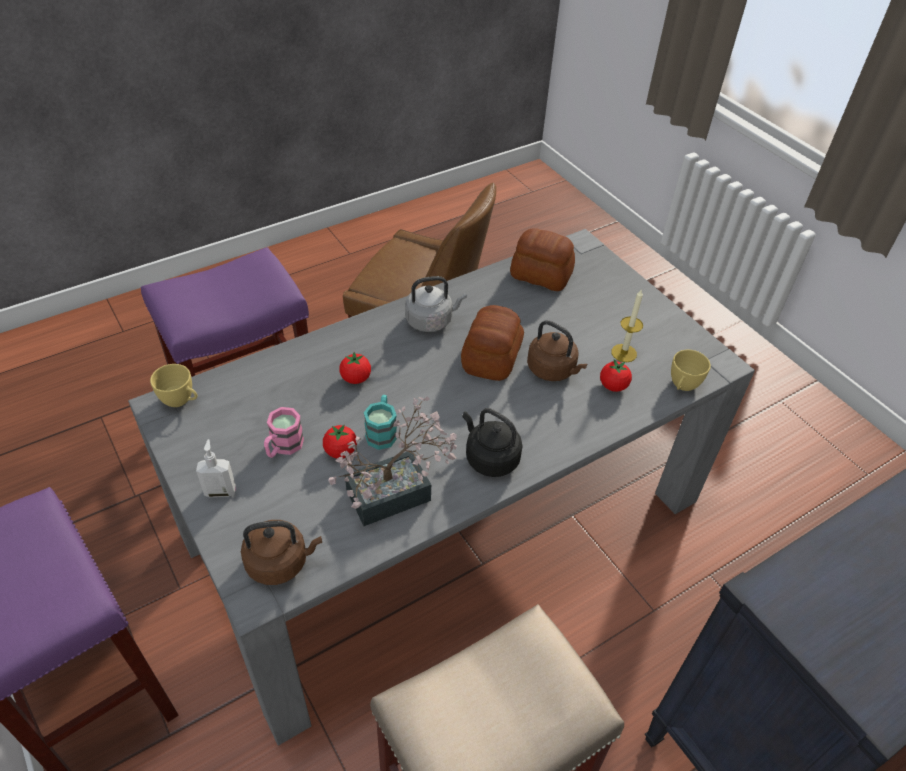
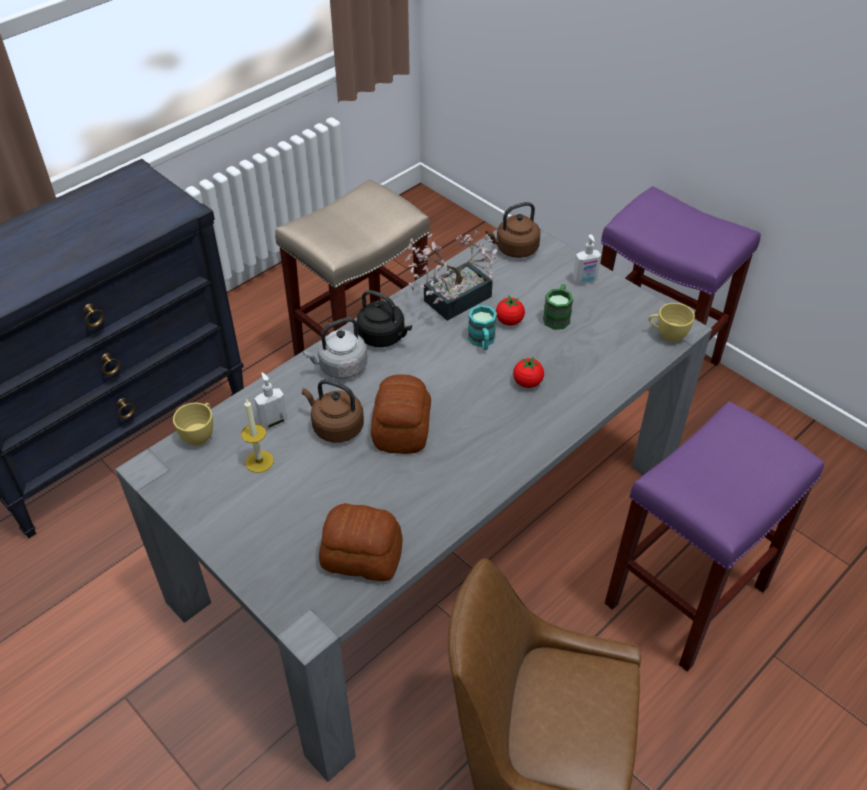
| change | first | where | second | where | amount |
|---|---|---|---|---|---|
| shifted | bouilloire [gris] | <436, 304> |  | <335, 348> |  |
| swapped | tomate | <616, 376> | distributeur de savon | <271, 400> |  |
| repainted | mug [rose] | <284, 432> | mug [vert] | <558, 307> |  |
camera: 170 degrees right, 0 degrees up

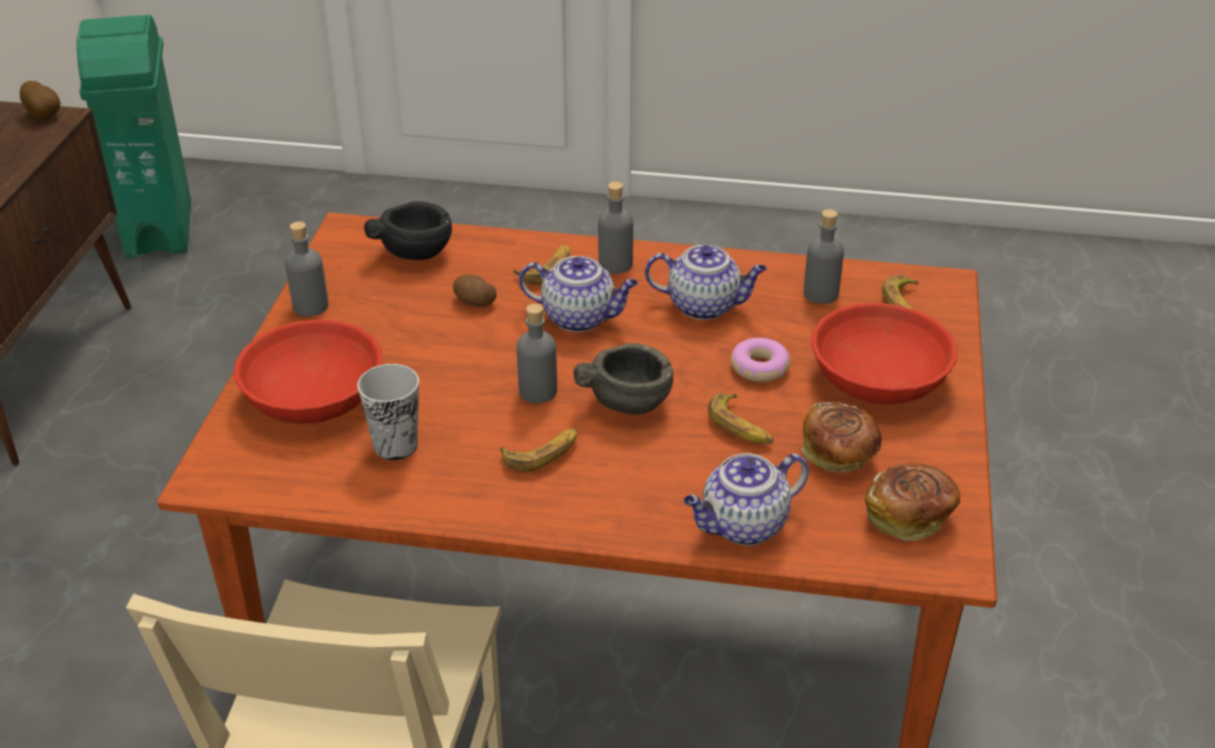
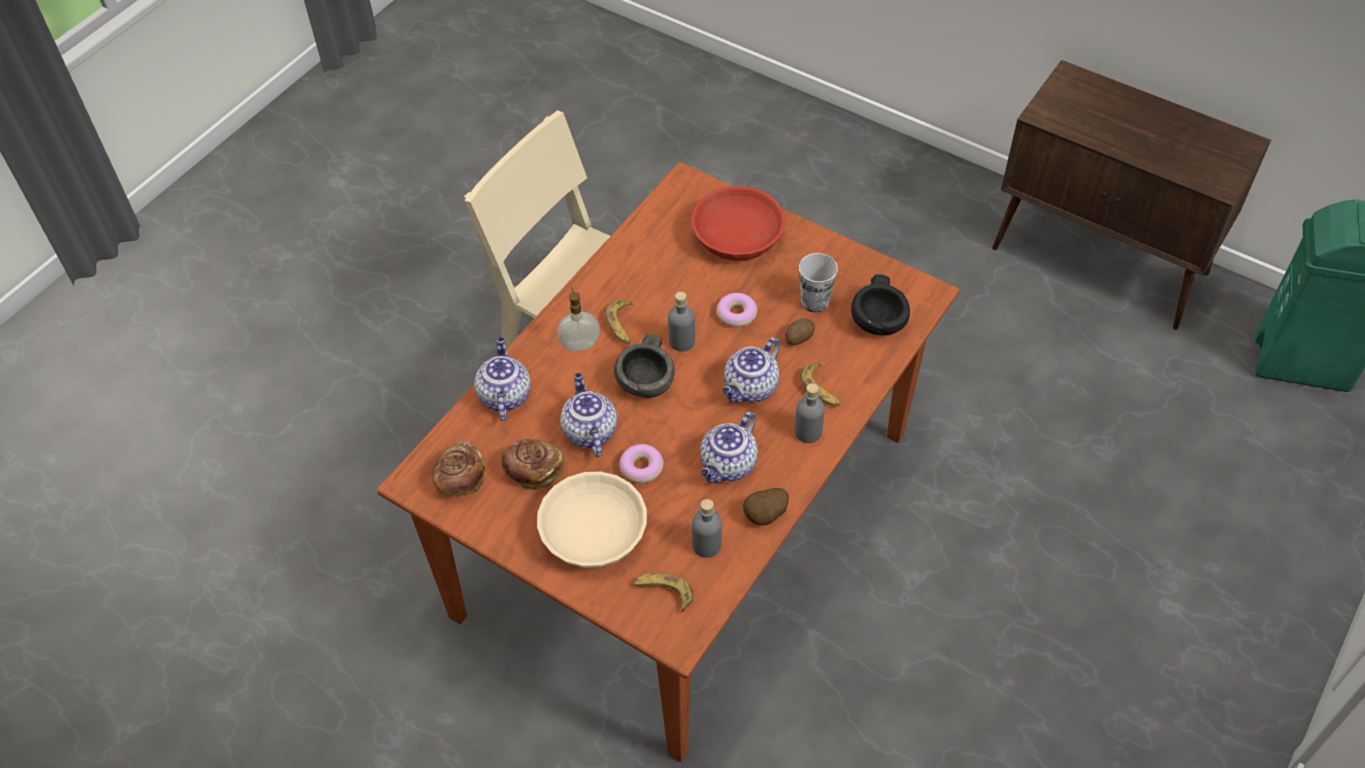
| change | first | where | second | where | amount |
|---|---|---|---|---|---|
| gone | bouteille [gris] | <307, 269> |  |  |  |
| new |  |  | distributeur de savon | <578, 319> |  |
| new |  |  | beignet | <737, 310> |  |
| shifted | pomme de terre | <40, 100> |  | <766, 507> |  |
| shifted | tasse | <388, 412> |  | <818, 282> |  |
| swapped | banane | <740, 418> | théière | <588, 415> |  |
| repainted | bol [rouge] | <884, 354> | bol [beige] | <592, 520> |  |
camera: 115 degrees right, 15 degrees up

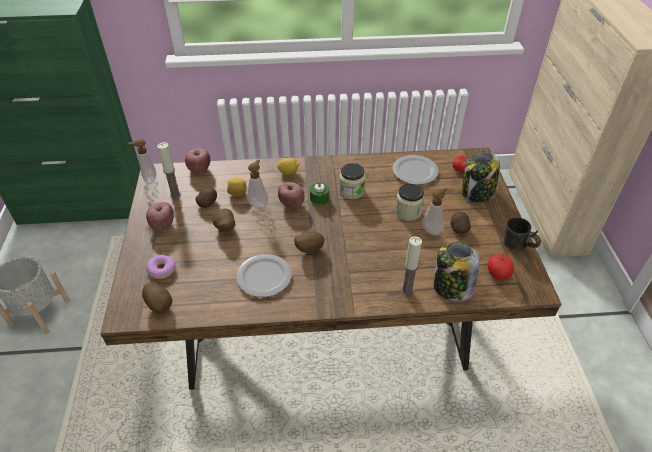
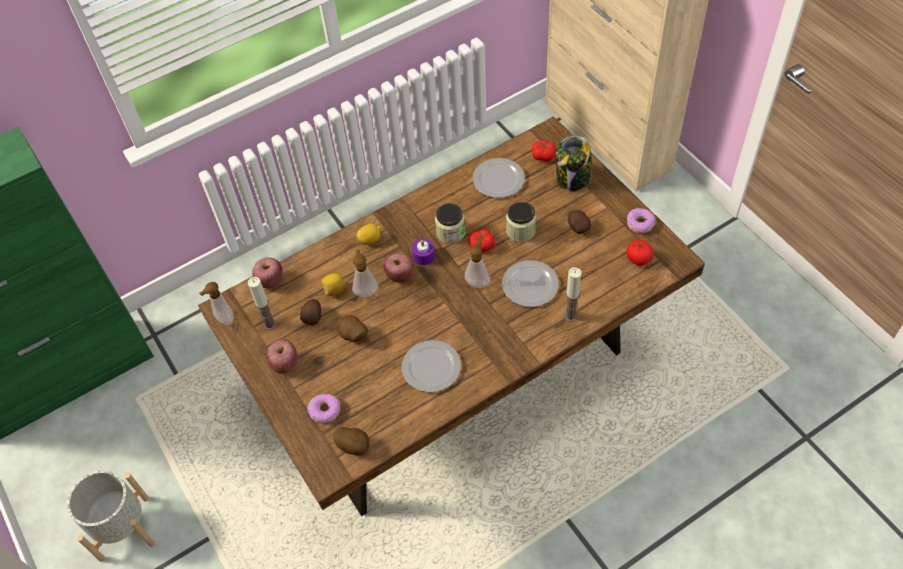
| change | first | where | second | where | amount |
|---|---|---|---|---|---|
| gone | pomme de terre | <309, 242> |  |  |  |
| gone | bocal | <457, 271> |  |  |  |
| new |  |  | tomate | <481, 240> |  |
| new |  |  | assiette | <530, 283> |  |
| shifted | distributeur de savon | <435, 211> |  | <477, 264> |  |
| swapped | mug [gris] | <522, 233> | beignet | <641, 220> |  |
| repainted | bougie [vert] | <319, 193> | bougie [violet] | <423, 252> |  |
camera: 25 degrees left, 10 degrees up

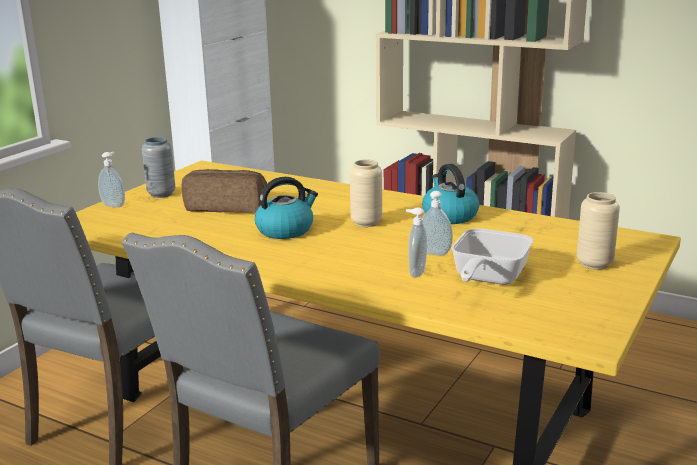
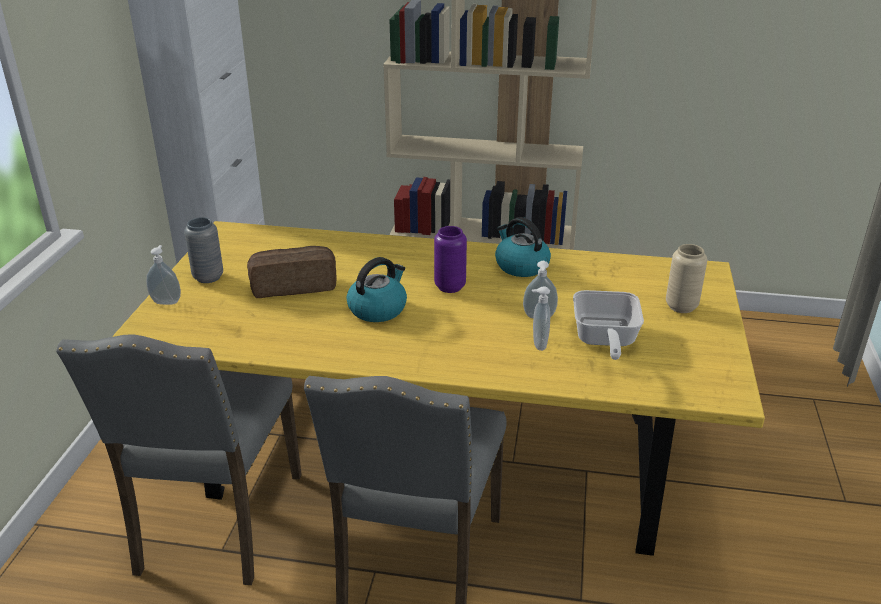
| change | first | where | second | where | amount |
|---|---|---|---|---|---|
| repainted | vase [beige] | <366, 193> | vase [violet] | <450, 259> |  |
camera: 20 degrees left, 10 degrees up

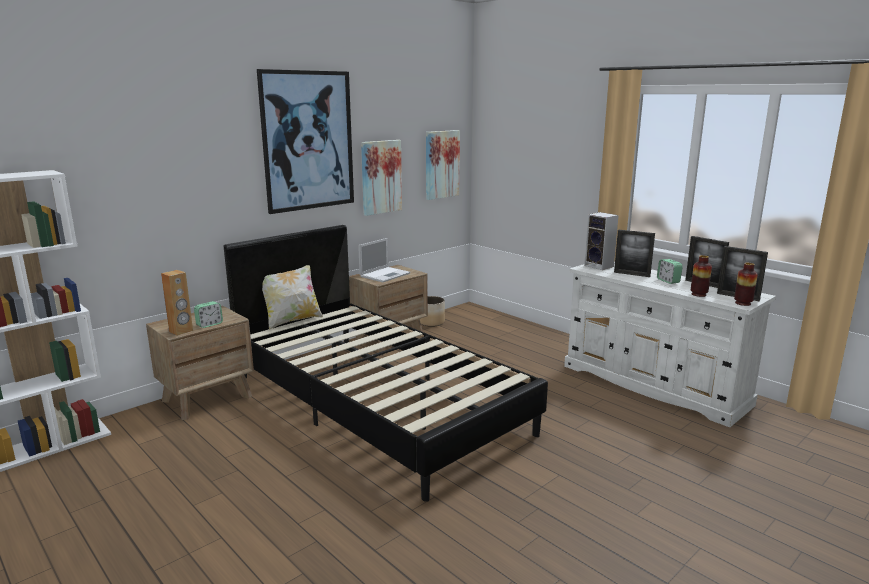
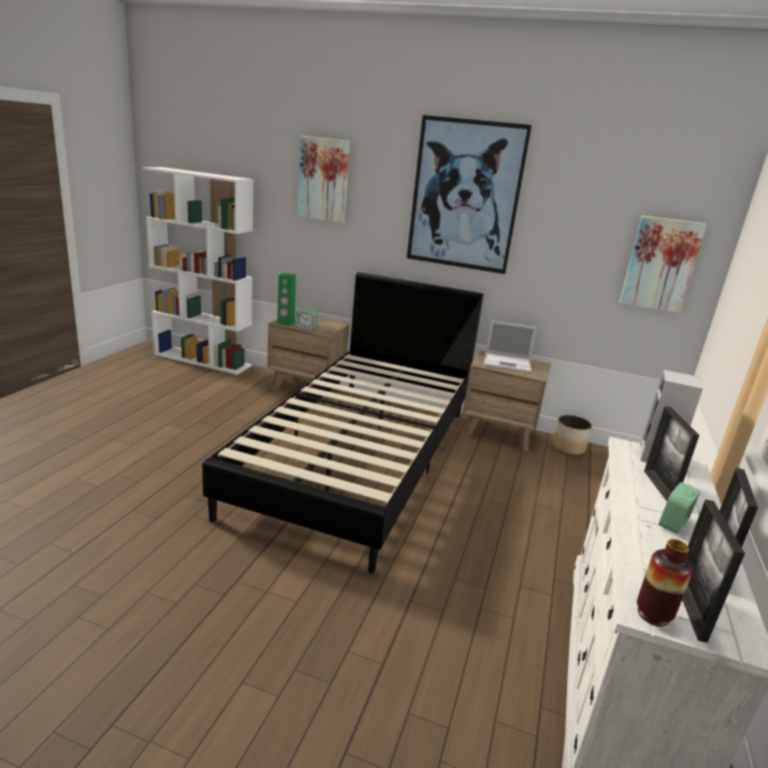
| change | first | where | second | where | amount |
|---|---|---|---|---|---|
| gone | coussin | <292, 297> |  |  |  |
| gone | vase | <701, 276> |  |  |  |
| shifted | tableau | <381, 178> |  | <324, 179> |  |
| repainted | enceinte [marron] | <177, 303> | enceinte [vert] | <286, 299> |  |
camera: 60 degrees right, 5 degrees up

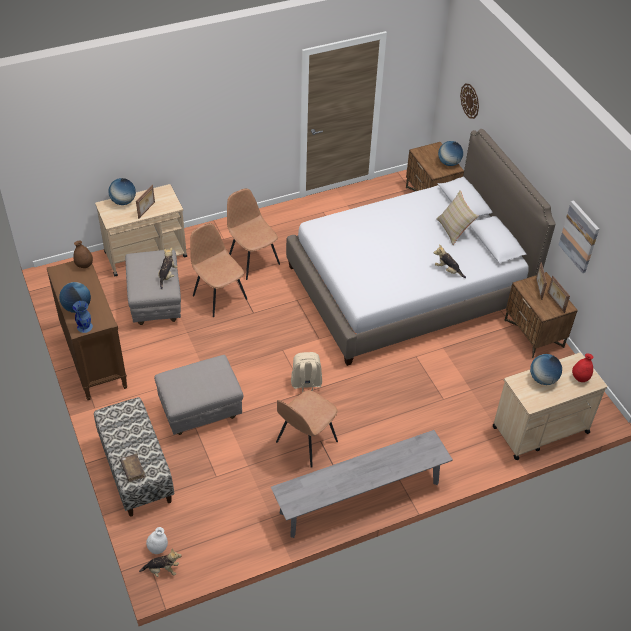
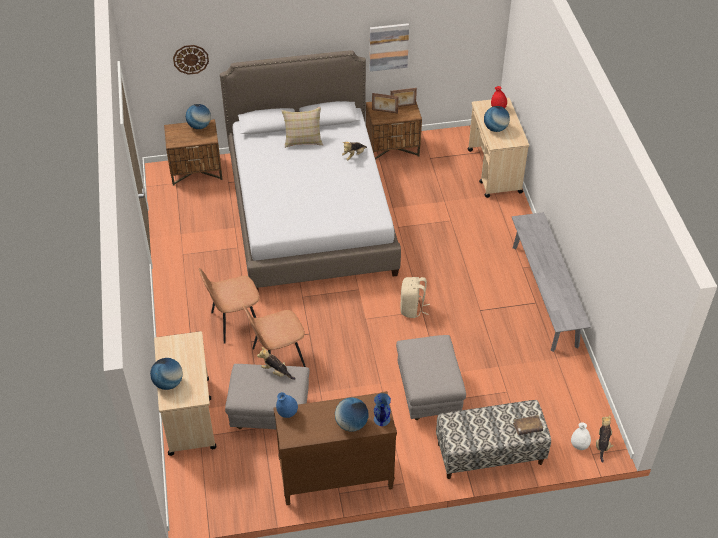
| change | first | where | second | where | amount |
|---|---|---|---|---|---|
| gone | cadre photo | <145, 202> |  |  |  |
| gone | chaise [marron] | <307, 429> |  |  |  |
| repainted | vase [marron] | <83, 254> | vase [bleu] | <287, 405> |  |
camera: 75 degrees left, 0 degrees up

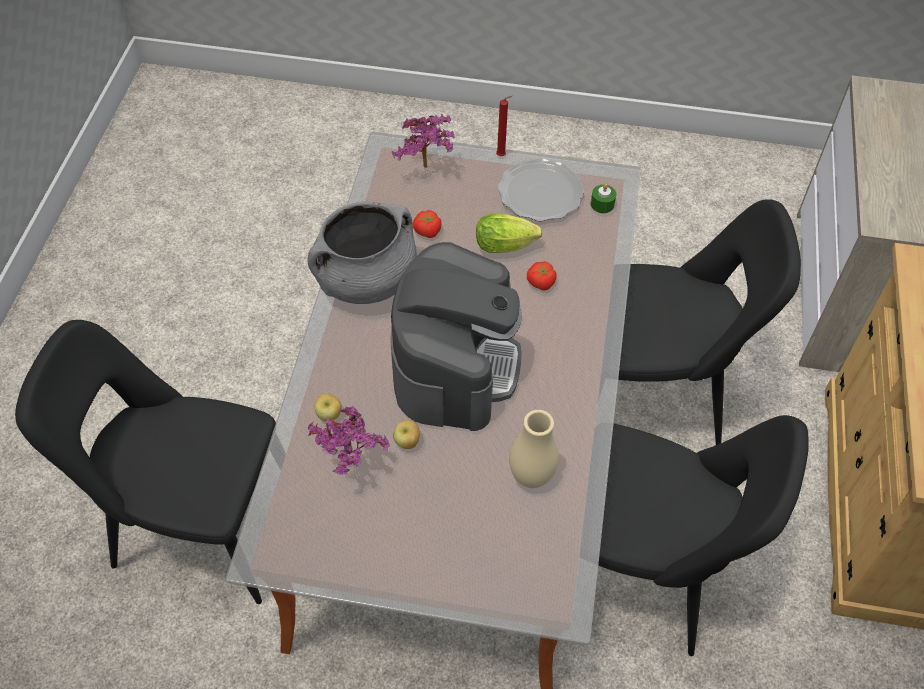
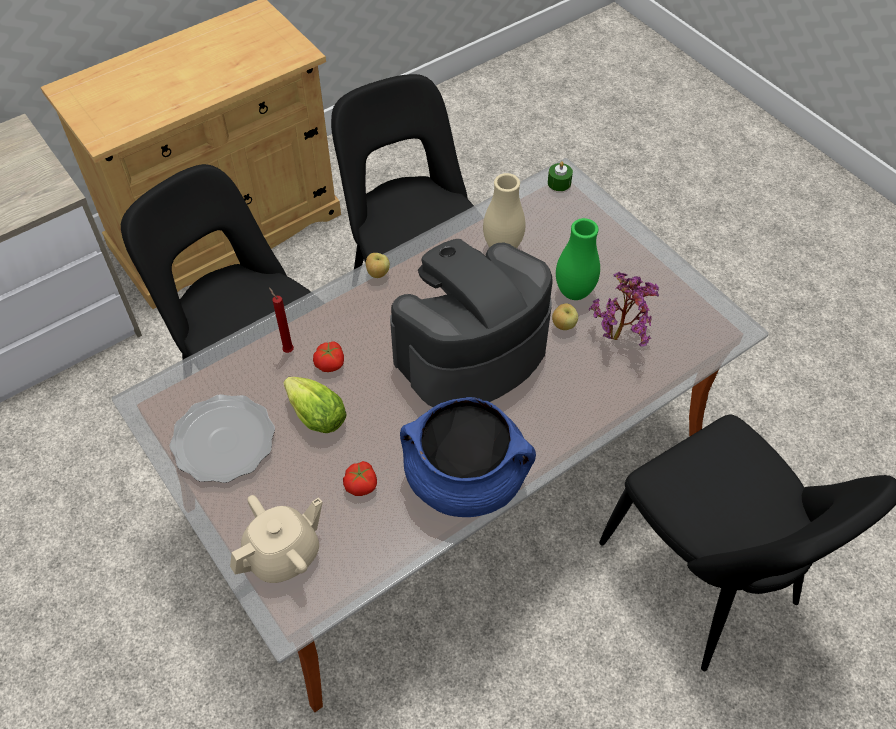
| change | first | where | second | where | amount |
|---|---|---|---|---|---|
| new |  |  | vase [vert] | <578, 259> |  |
| shifted | pomme | <328, 407> |  | <378, 265> |  |
| shifted | bougie [rouge] | <504, 126> |  | <281, 320> |  |
| shifted | bougie [vert] | <603, 198> |  | <560, 176> |  |
| swapped | plante en pot | <423, 141> | théière [beige] | <276, 539> |  |
| repainted | marmite [gris] | <362, 252> | marmite [bleu] | <468, 457> |  |
camera: 135 degrees left, 0 degrees up

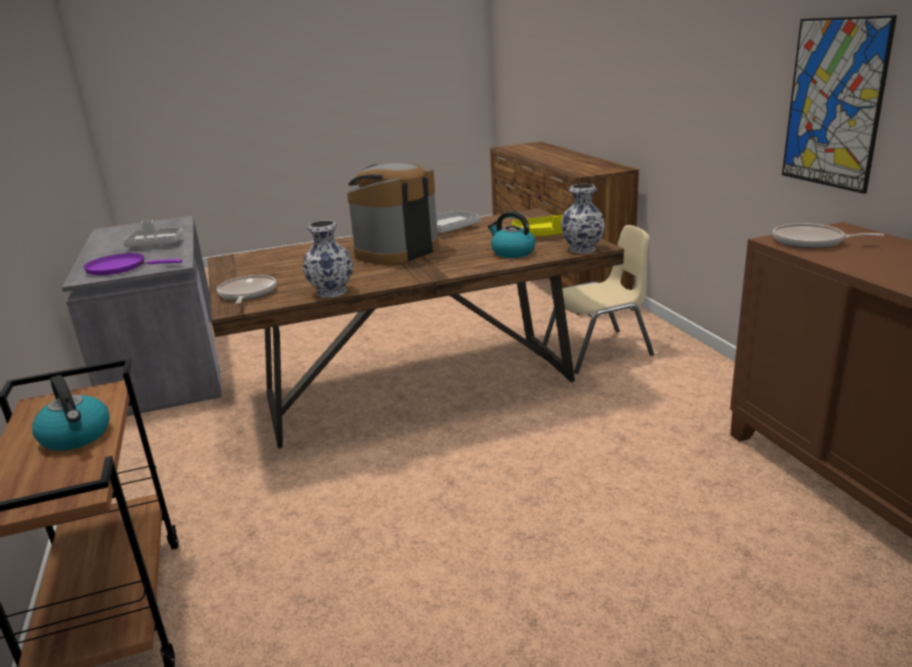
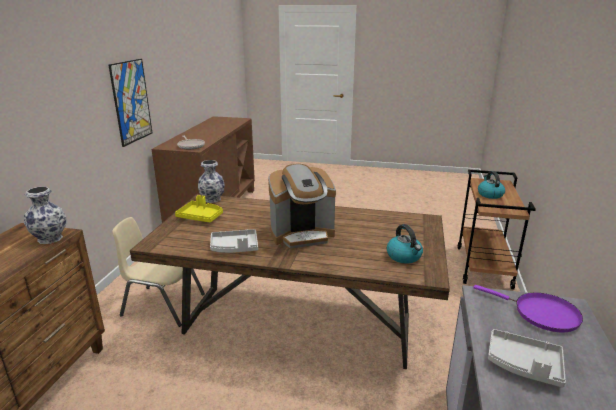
| change | first | where | second | where | amount |
|---|---|---|---|---|---|
| gone | poêle | <246, 289> |  |  |  |
| shifted | vase | <328, 259> |  | <45, 215> |  |
| shifted | bouilloire | <511, 234> |  | <405, 243> |  |
camera: 150 degrees left, 0 degrees up

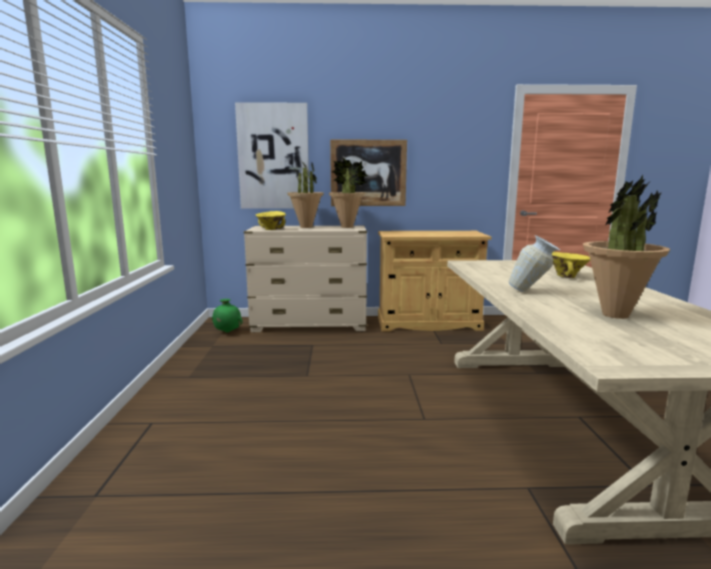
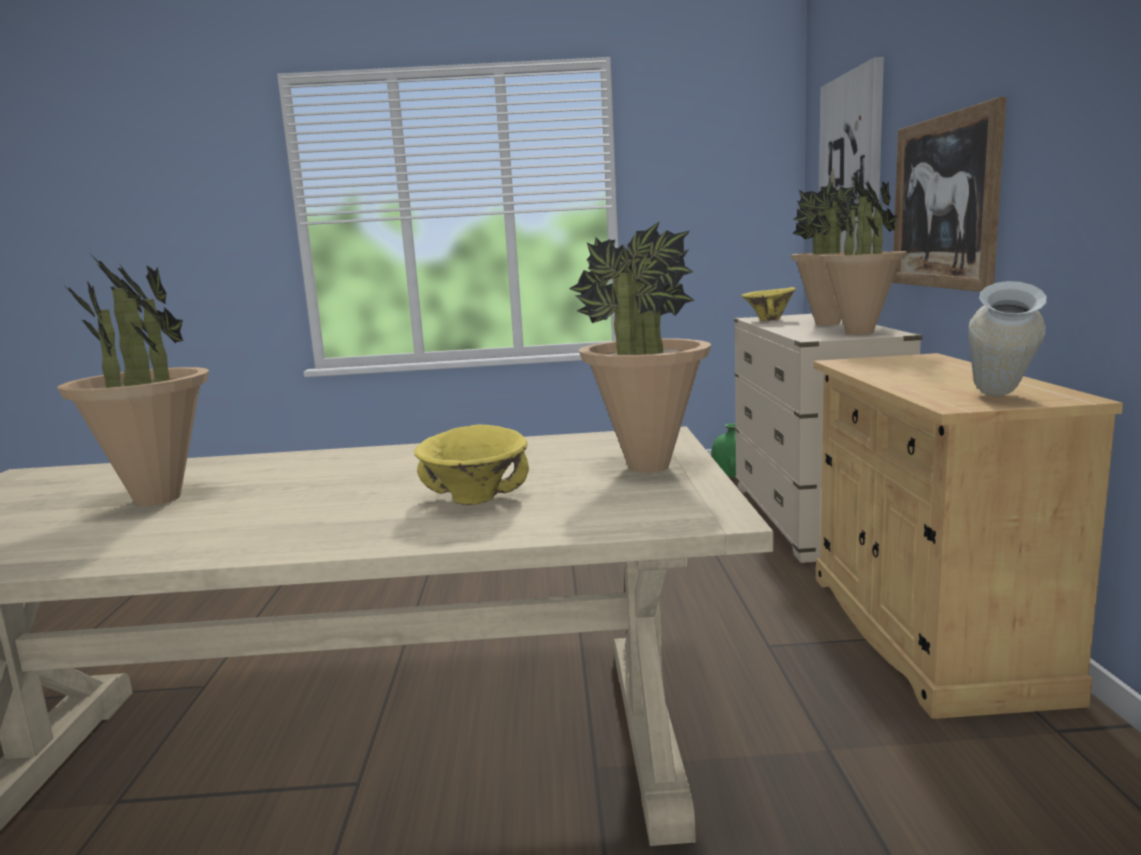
| change | first | where | second | where | amount |
|---|---|---|---|---|---|
| new |  |  | plante en pot | <640, 347> |  |
| shifted | vase | <534, 263> |  | <1007, 338> |  |
camera: 90 degrees right, 0 degrees up

